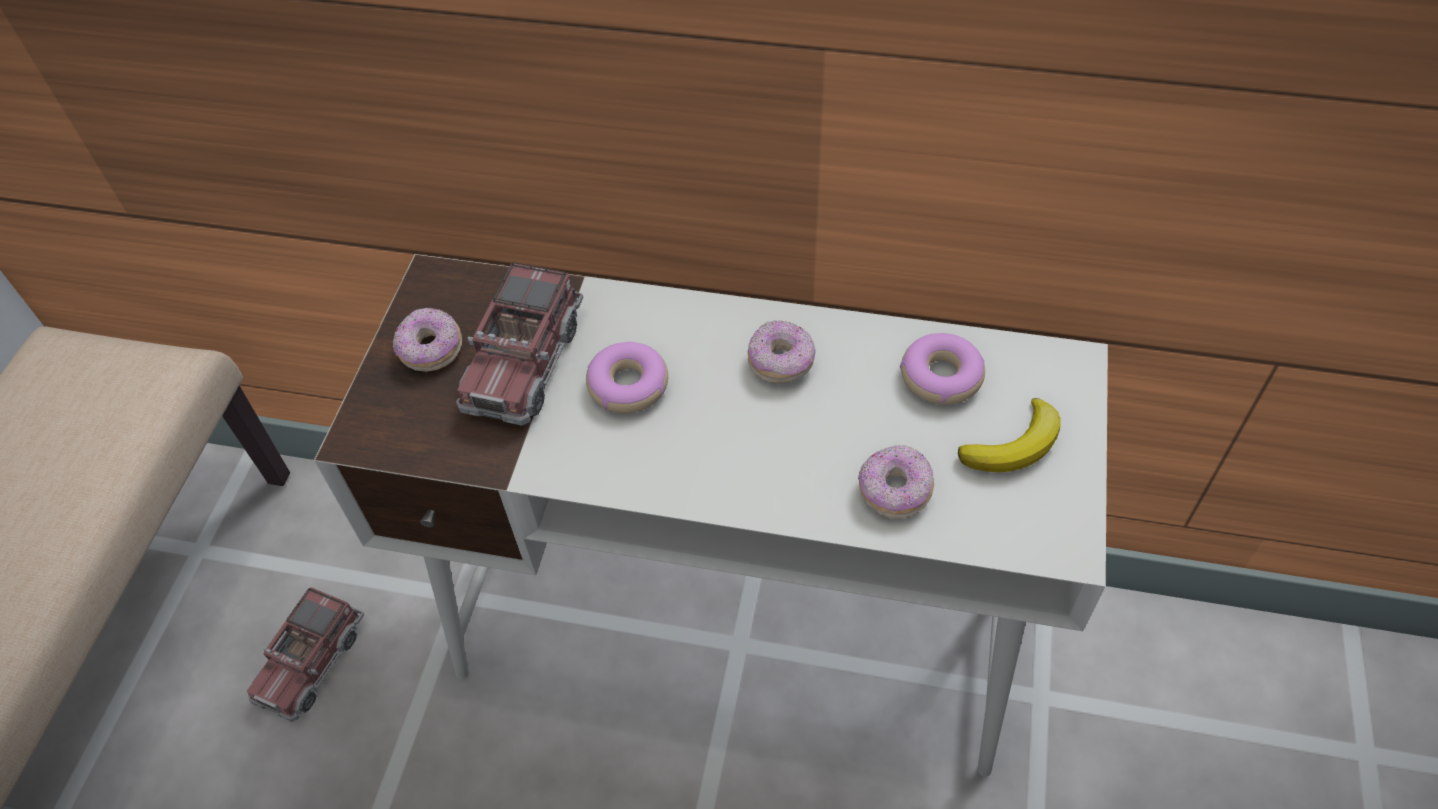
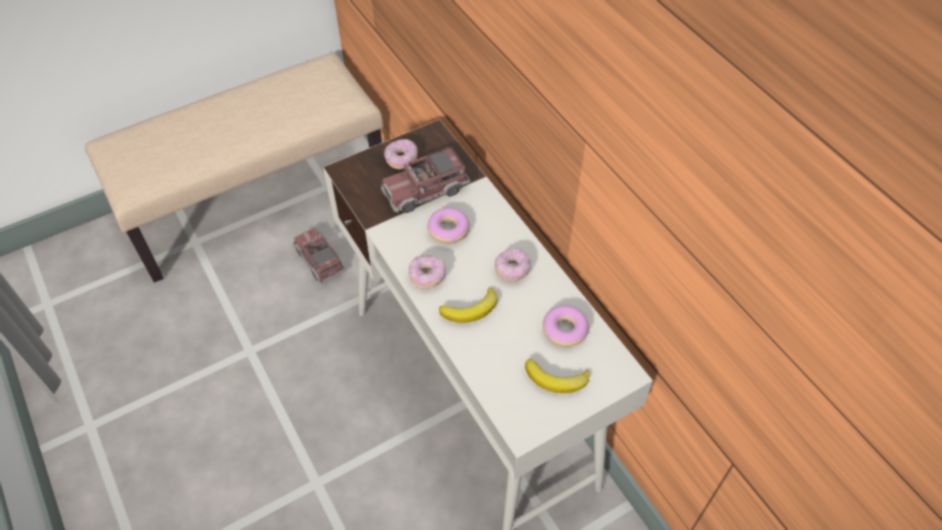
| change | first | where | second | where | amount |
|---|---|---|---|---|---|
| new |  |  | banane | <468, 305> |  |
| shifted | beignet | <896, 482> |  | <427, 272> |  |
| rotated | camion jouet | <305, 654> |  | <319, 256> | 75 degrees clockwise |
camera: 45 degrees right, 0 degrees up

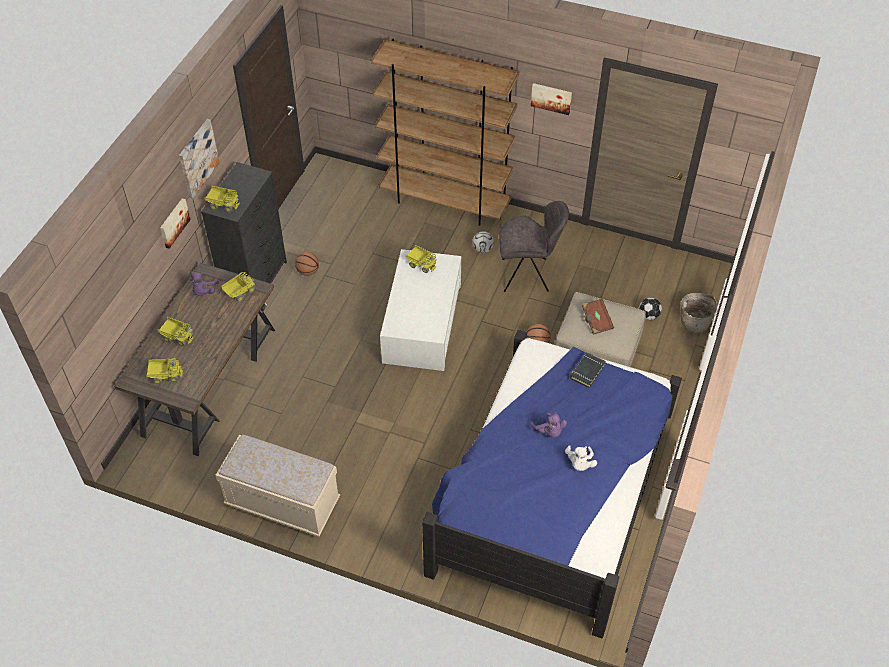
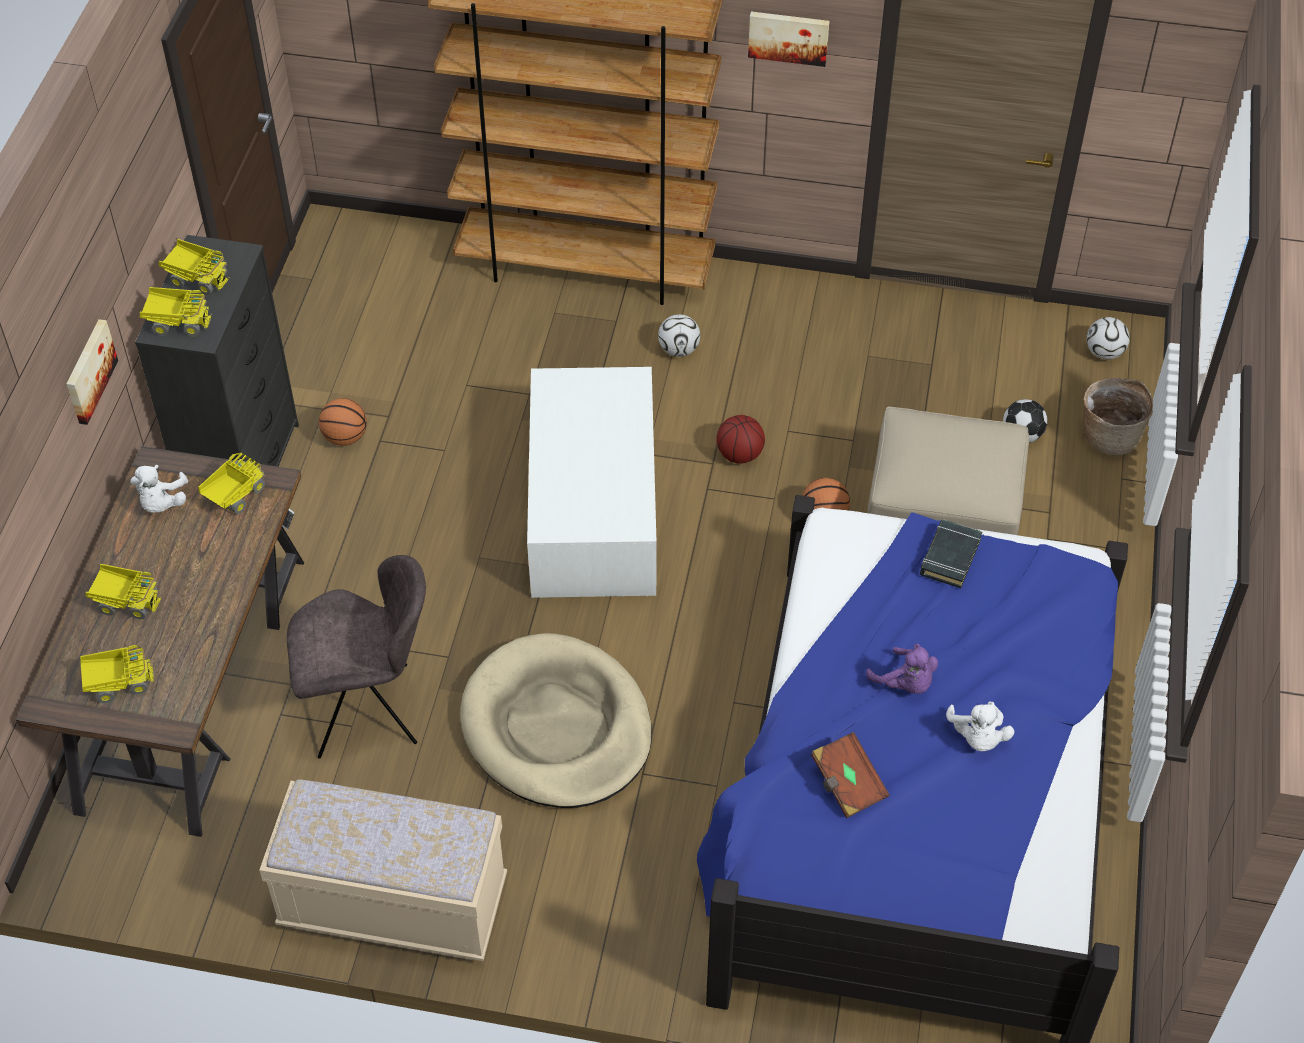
| change | first | where | second | where | amount |
|---|---|---|---|---|---|
| gone | tableau | <199, 159> |  |  |  |
| new |  |  | panier pour chien [beige] | <556, 720> |  |
| new |  |  | ballon de basket | <740, 439> |  |
| new |  |  | ballon de foot | <1108, 338> |  |
| shifted | camion jouet | <421, 259> |  | <194, 267> |  |
| shifted | chaise [gris] | <534, 246> |  | <356, 657> |  |
| shifted | livre [marron] | <598, 317> |  | <850, 775> |  |
| repainted | peluche [violet] | <204, 284> | peluche [blanc] | <159, 489> |  |
camera: 10 degrees left, 0 degrees up

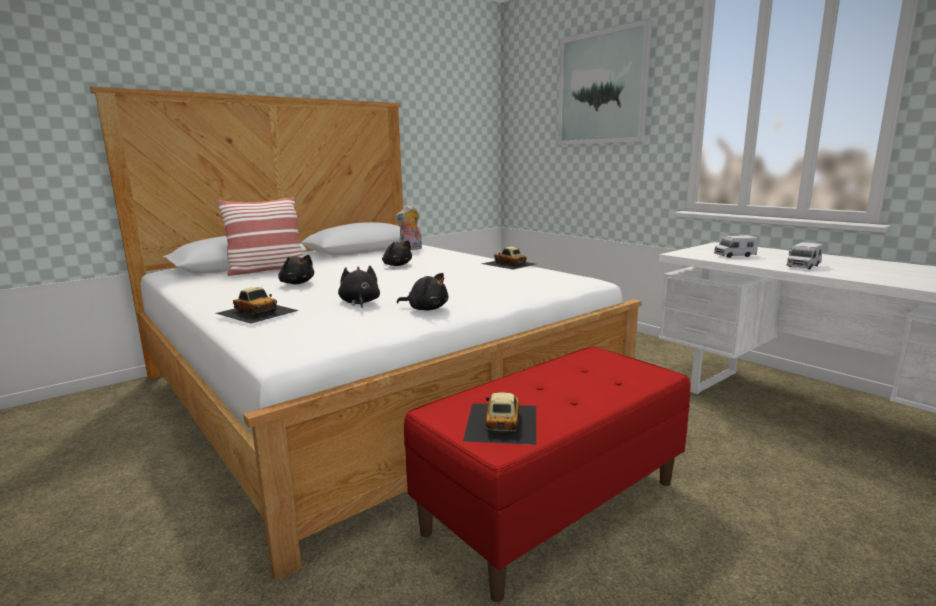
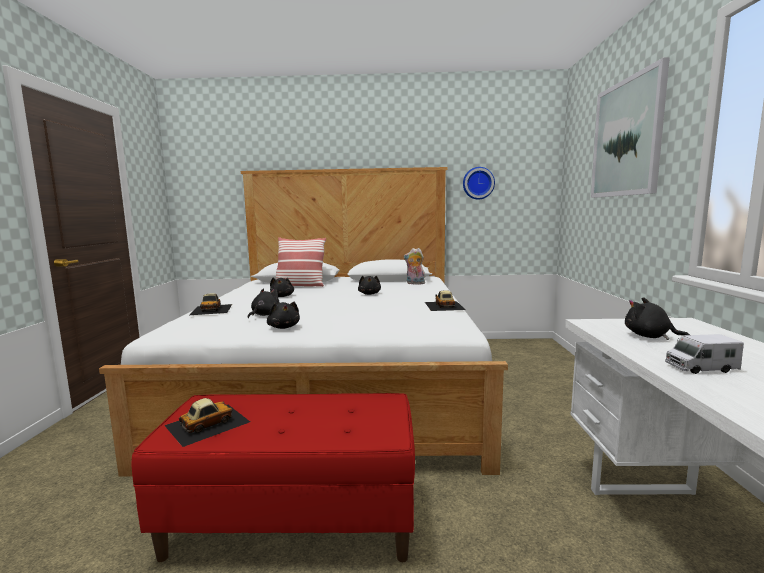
| change | first | where | second | where | amount |
|---|---|---|---|---|---|
| new |  |  | horloge murale | <479, 183> |  |
| swapped | camion jouet | <736, 246> | peluche [noir] | <657, 318> |  |
camera: 40 degrees right, 5 degrees down

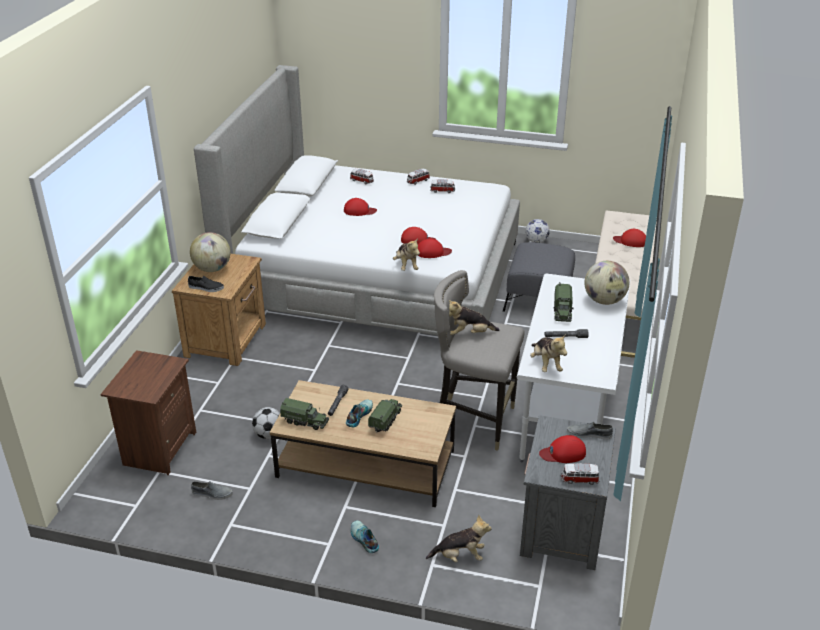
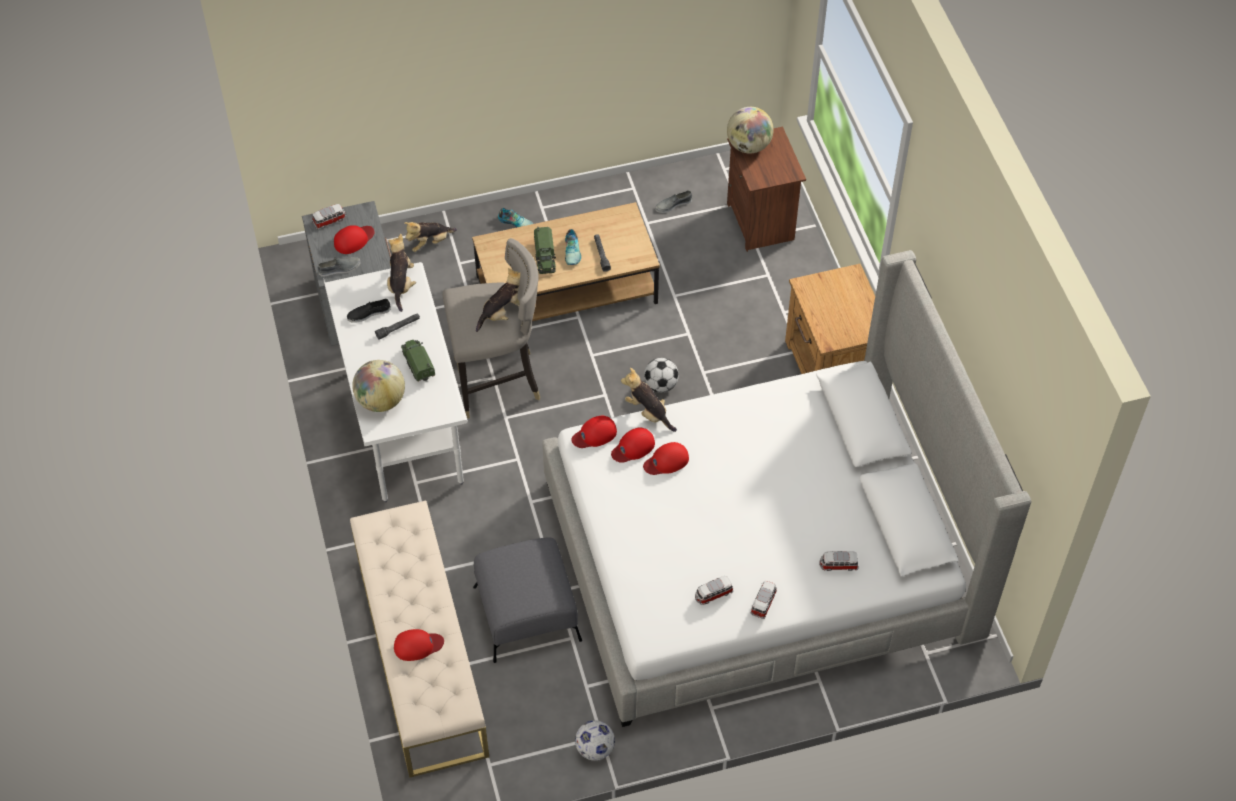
| change | first | where | second | where | amount |
|---|---|---|---|---|---|
| gone | camion jouet | <304, 414> |  |  |  |
| shifted | chaussure [noir] | <206, 284> |  | <369, 310> |  |
| shifted | globe | <210, 252> |  | <750, 130> |  |
| shifted | ballon de foot | <266, 423> |  | <661, 375> |  |
| shifted | casquette [rouge] | <360, 207> |  | <594, 432> |  |
| rotated | peluche | <548, 353> |  | <401, 273> | 45 degrees clockwise |
camera: 150 degrees right, 20 degrees up

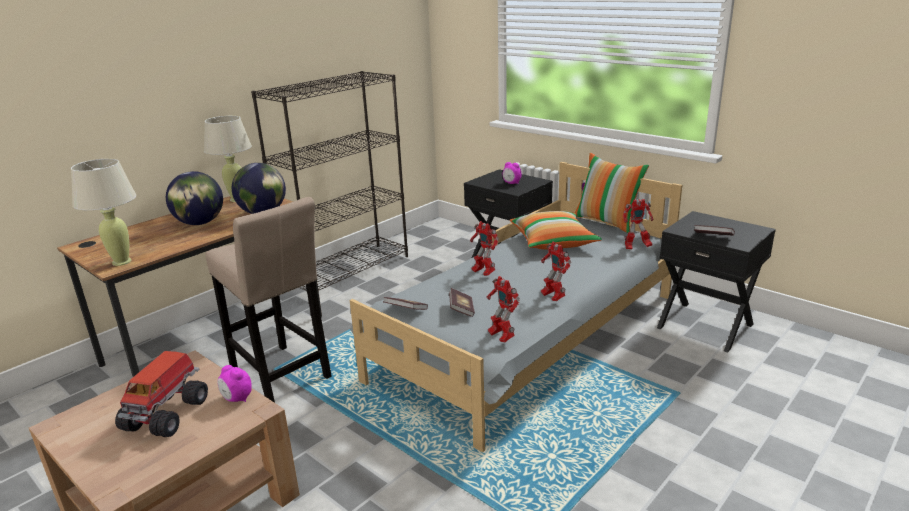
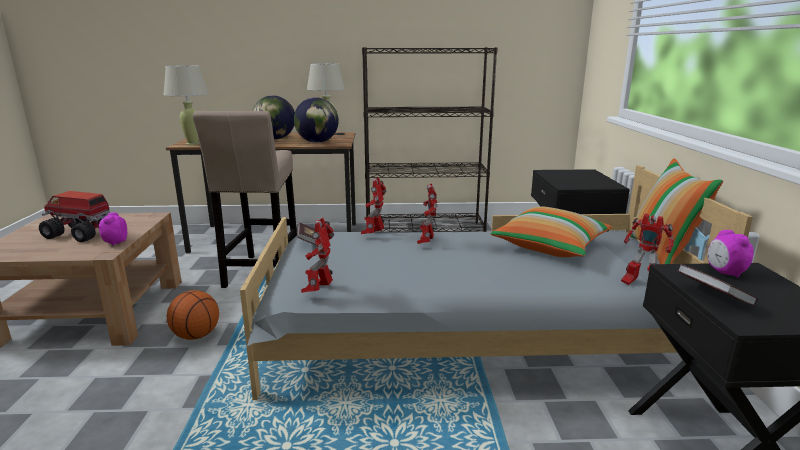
| change | first | where | second | where | amount |
|---|---|---|---|---|---|
| gone | livre | <462, 302> |  |  |  |
| new |  |  | ballon de basket | <193, 315> |  |
| shifted | réveil | <512, 173> |  | <730, 254> |  |
| shifted | robot jouet | <556, 271> |  | <374, 205> |  |
| rotated | camion jouet | <161, 394> |  | <76, 216> | 45 degrees clockwise |
camera: 45 degrees right, 5 degrees down

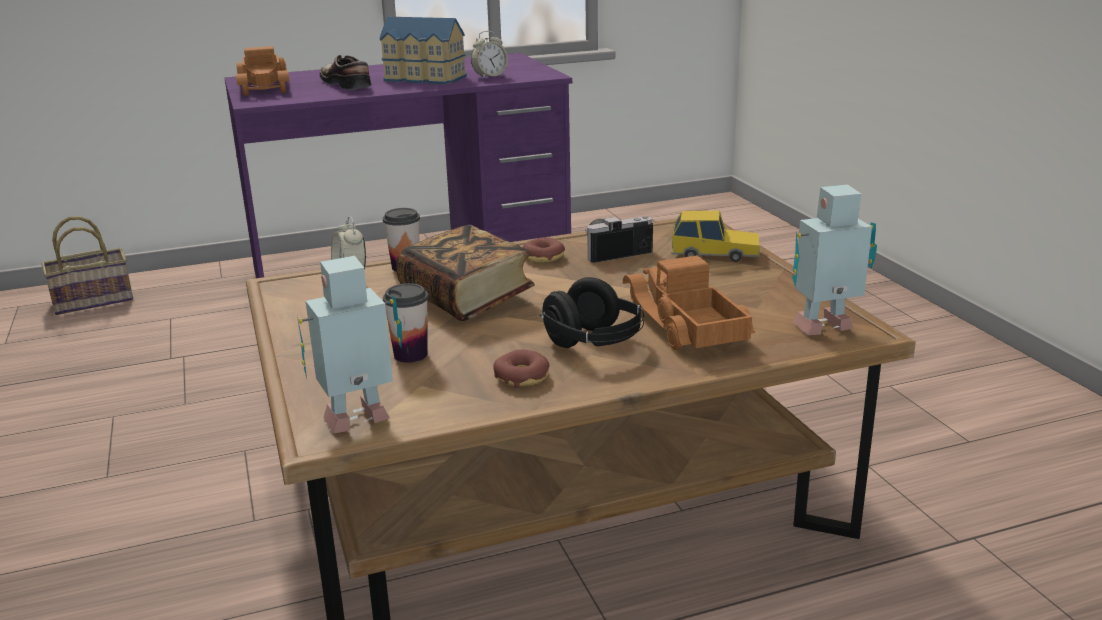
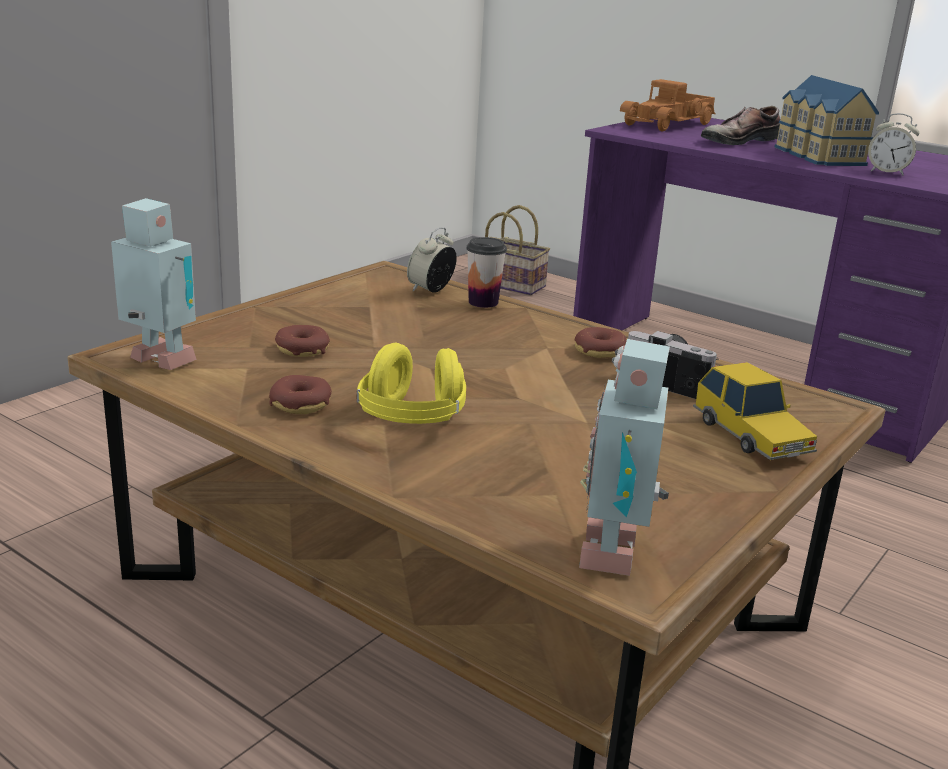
| change | first | where | second | where | amount |
|---|---|---|---|---|---|
| gone | livre | <465, 273> |  |  |  |
| gone | camion jouet | <689, 302> |  |  |  |
| swapped | tasse | <405, 323> | beignet | <302, 341> |  |
| repainted | casque audio [noir] | <591, 312> | casque audio [jaune] | <411, 383> |  |
| rotated | chaussure | <346, 72> |  | <740, 125> | 150 degrees counterclockwise |
| rotated | robot jouet | <834, 260> |  | <624, 457> | 120 degrees counterclockwise |
camera: 55 degrees right, 0 degrees up

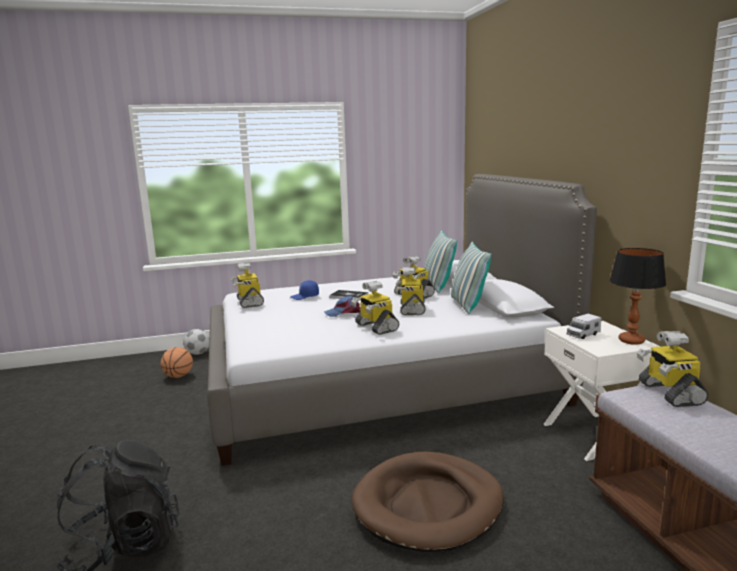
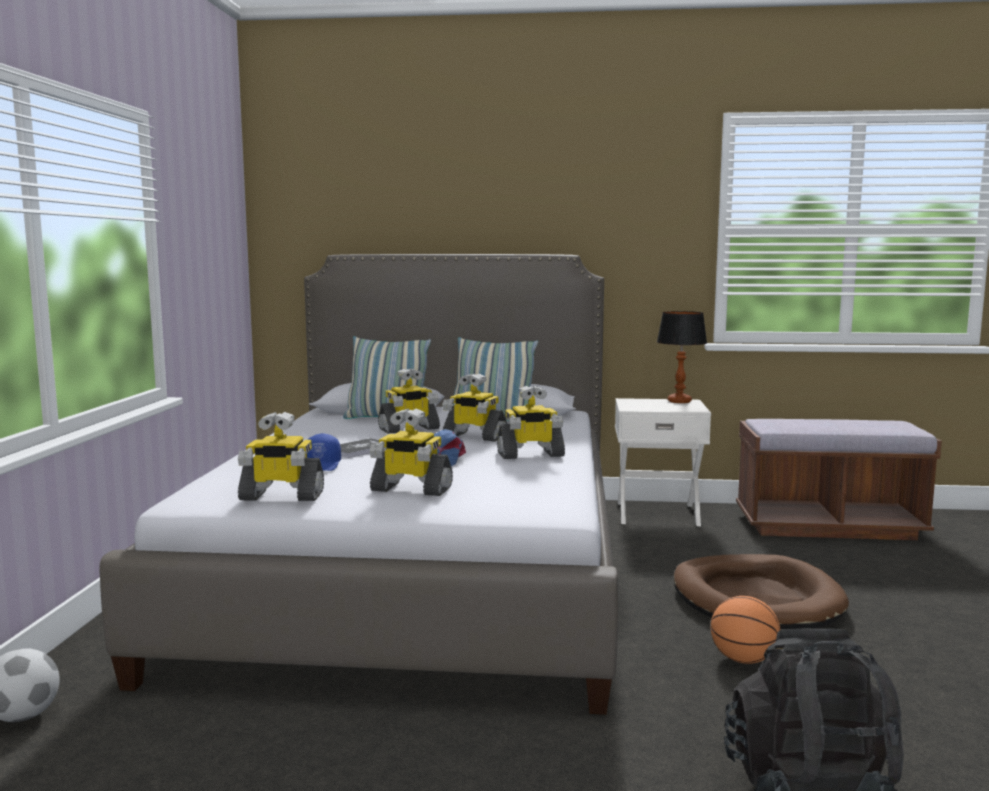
| change | first | where | second | where | amount |
|---|---|---|---|---|---|
| gone | camion jouet | <584, 326> |  |  |  |
| shifted | ballon de basket | <177, 362> |  | <745, 630> |  |
| shifted | robot jouet | <673, 369> |  | <411, 452> |  |
camera: 70 degrees left, 5 degrees down

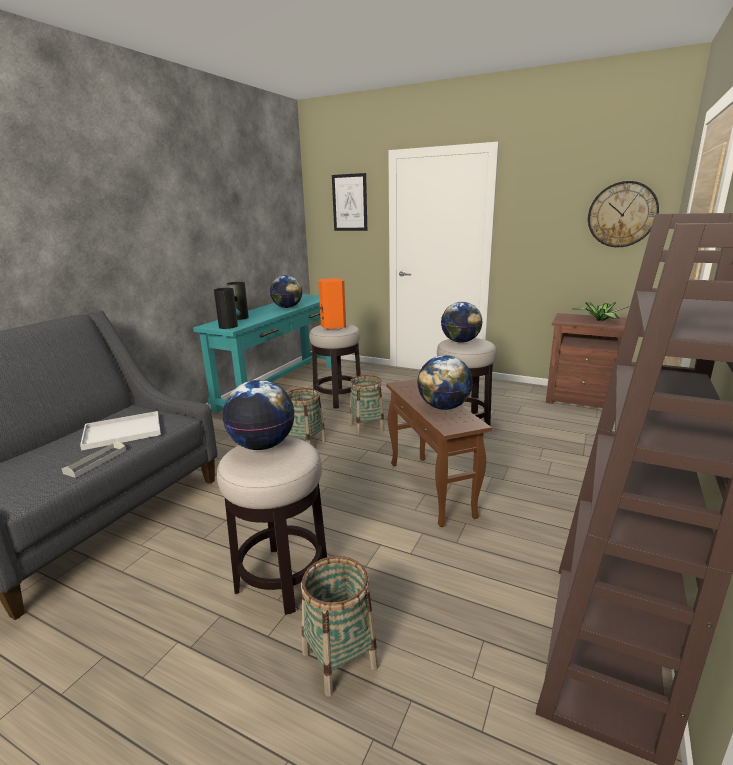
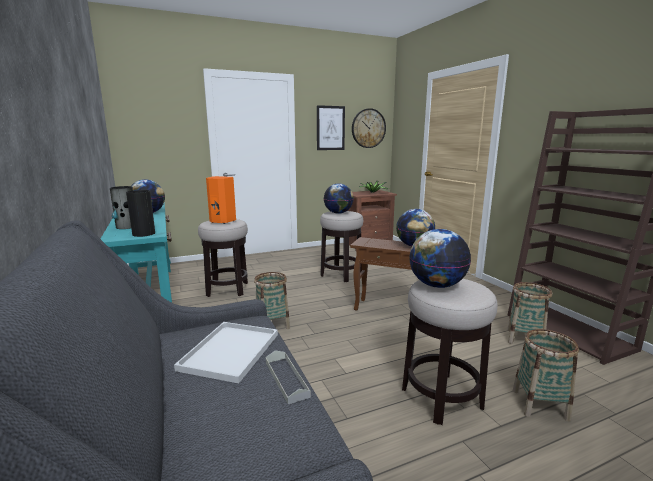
| change | first | where | second | where | amount |
|---|---|---|---|---|---|
| shifted | tableau | <349, 202> |  | <331, 127> |  |
| shifted | panier | <367, 405> |  | <529, 313> |  |
camera: 50 degrees left, 5 degrees down

